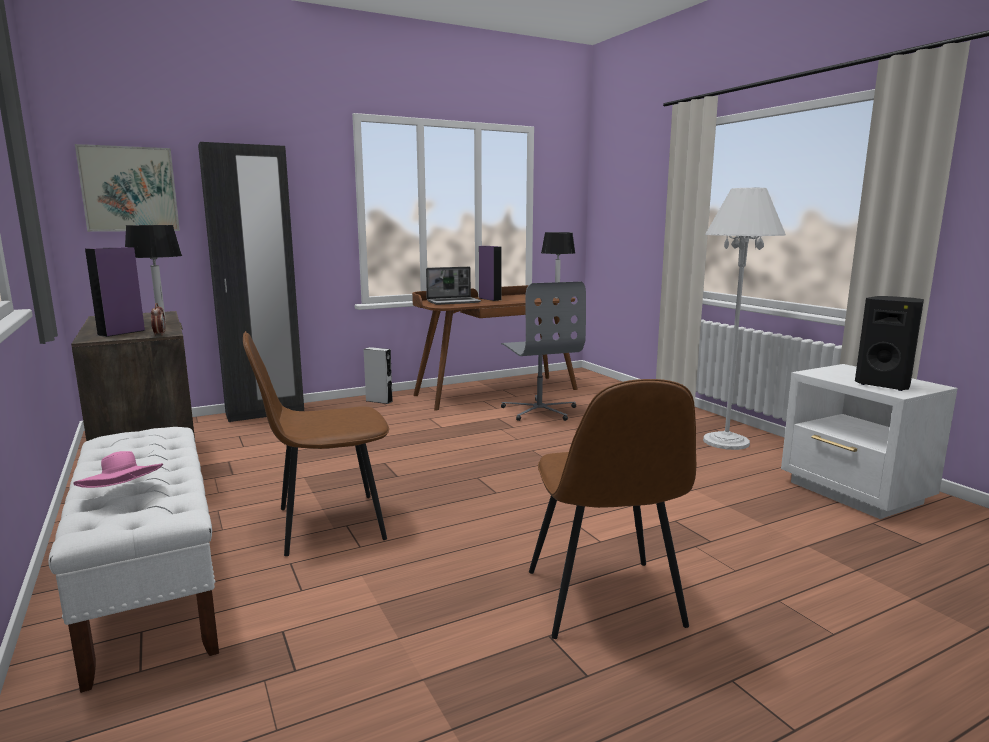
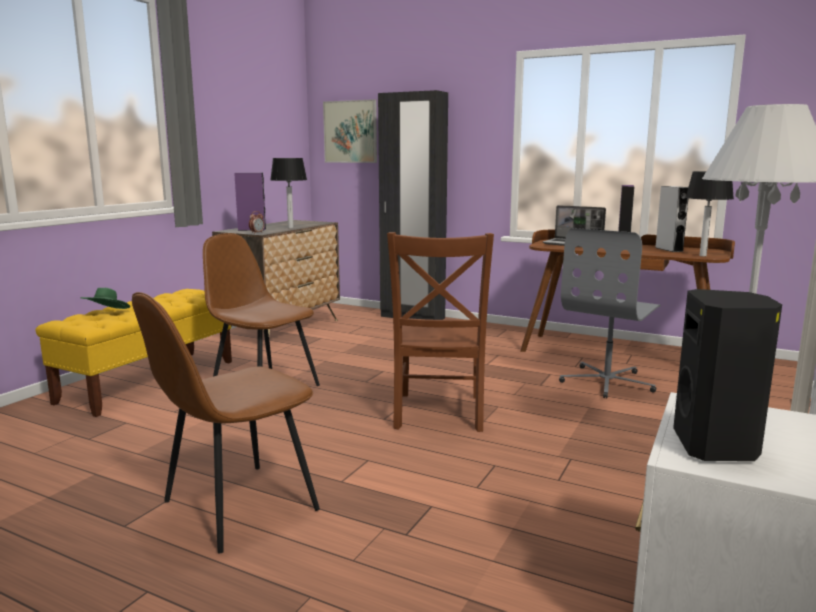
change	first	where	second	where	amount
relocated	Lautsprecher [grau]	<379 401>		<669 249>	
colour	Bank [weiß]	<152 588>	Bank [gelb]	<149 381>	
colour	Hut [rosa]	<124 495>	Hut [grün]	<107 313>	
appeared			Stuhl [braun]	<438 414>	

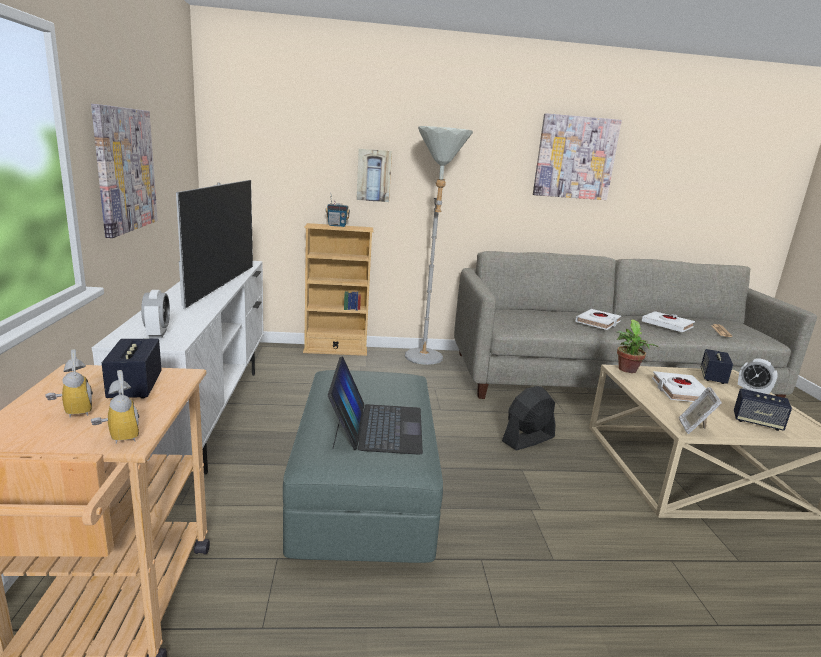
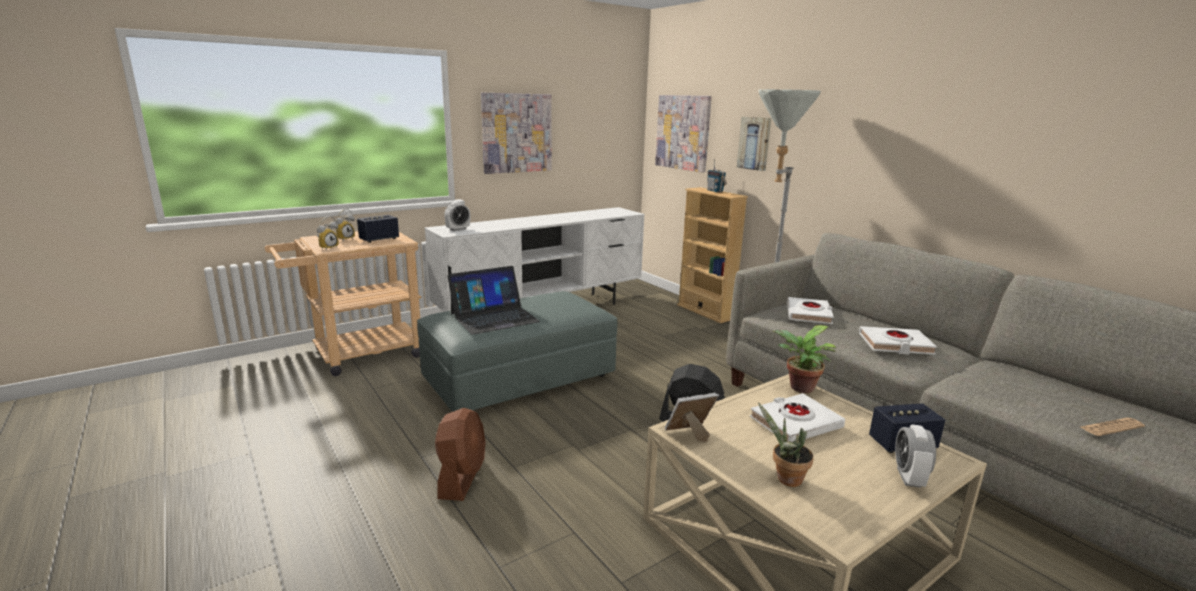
change	first	where	second	where	amount
relocated	Bild	<575 157>		<683 132>	
missing	Fernseher	<221 285>			
relocated	Buch [weiß]	<667 325>		<809 314>	
exchanged	Lautsprecher	<757 422>	Topfpflanze	<785 479>	
appeared			Ventilator [braun]	<462 477>	

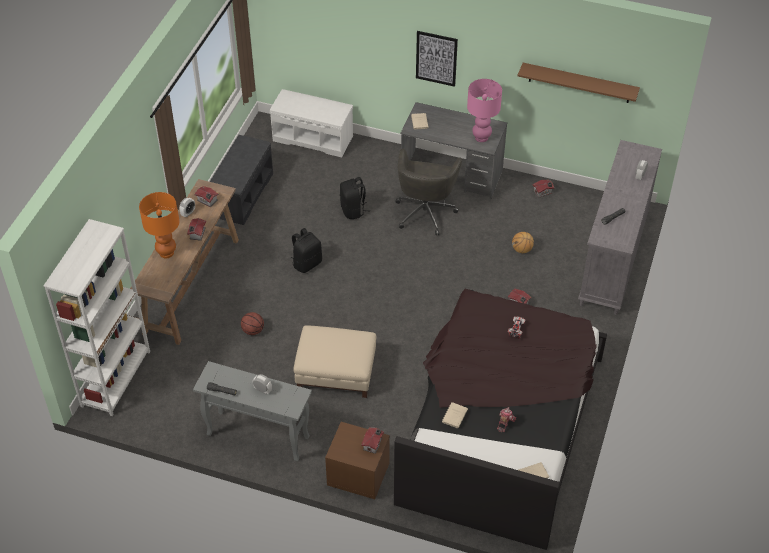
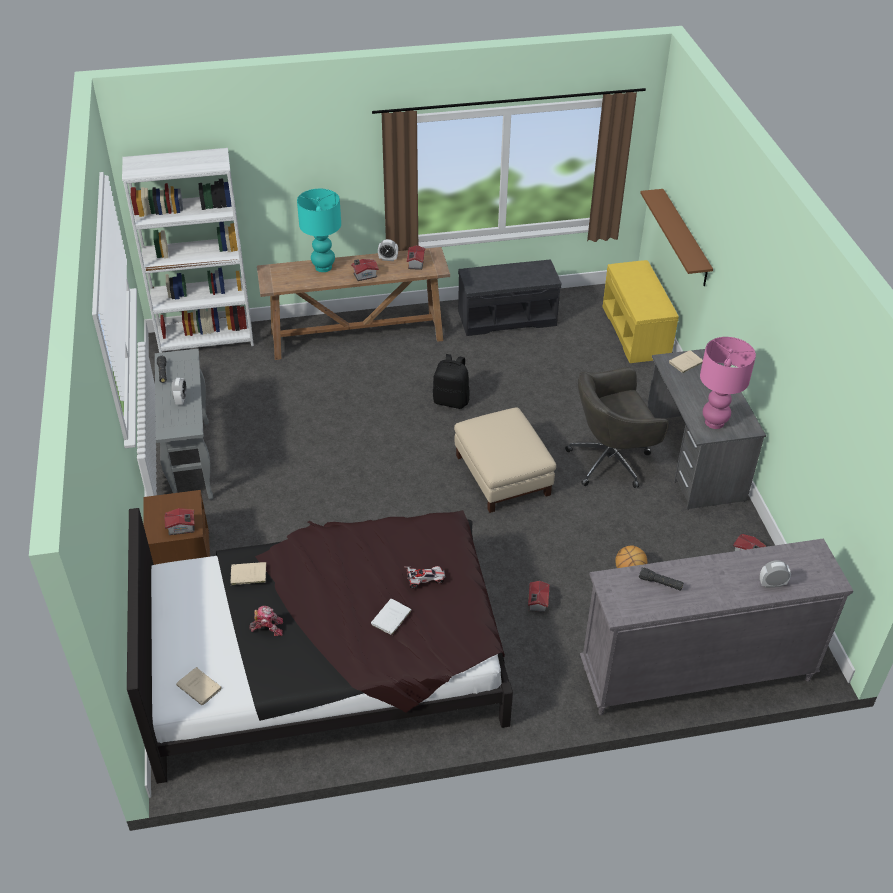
change	first	where	second	where	amount
missing	Bild	<436 58>			
relocated	Wandregal [braun]	<579 83>		<685 238>	
colour	Bank [weiß]	<313 138>	Bank [gelb]	<637 332>	
missing	Rucksack [schwarz]	<353 210>			
colour	Tischlampe [orange]	<166 253>	Tischlampe [türkis]	<323 267>	
missing	Basketball	<253 330>			
relocated	Polsterhocker [beige]	<336 372>		<503 475>	
appeared			Buch [weiß]	<390 618>	

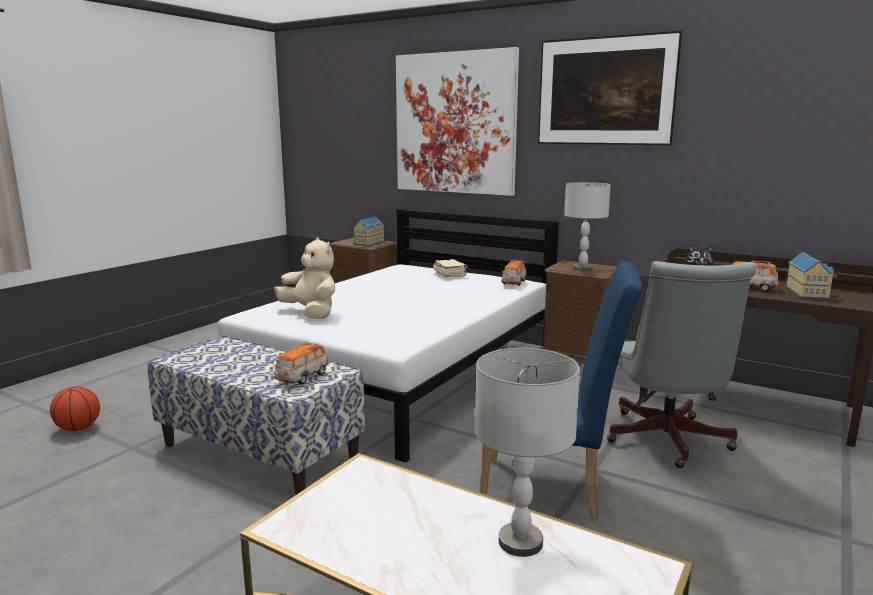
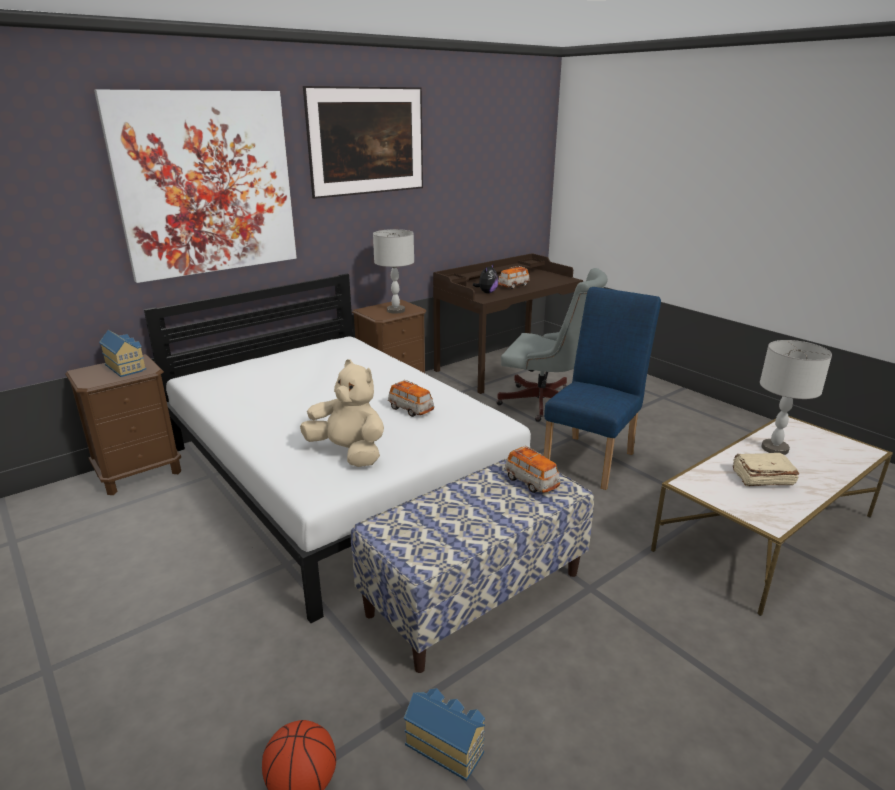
change	first	where	second	where	amount
spun	Plüschtier [beige]	<311 313>		<349 452>	60 degrees clockwise
relocated	Spielzeughaus	<808 292>		<446 744>	
relocated	Buch [beige]	<450 275>		<761 478>	
relocated	Spielzeugauto	<513 283>		<411 410>	

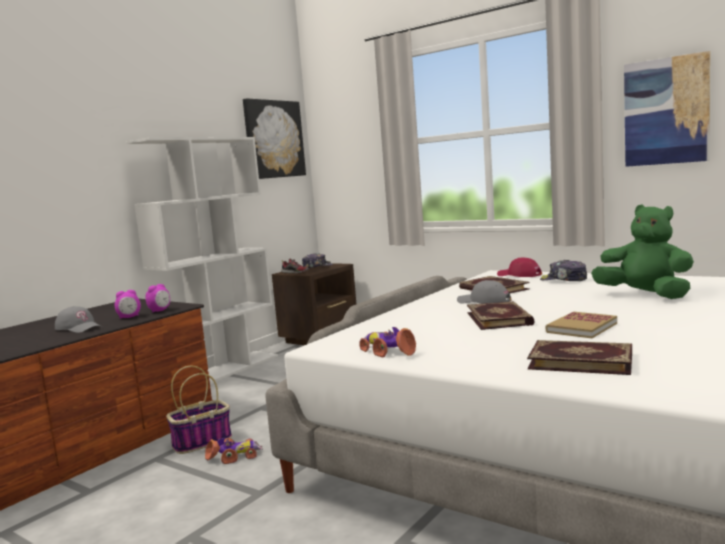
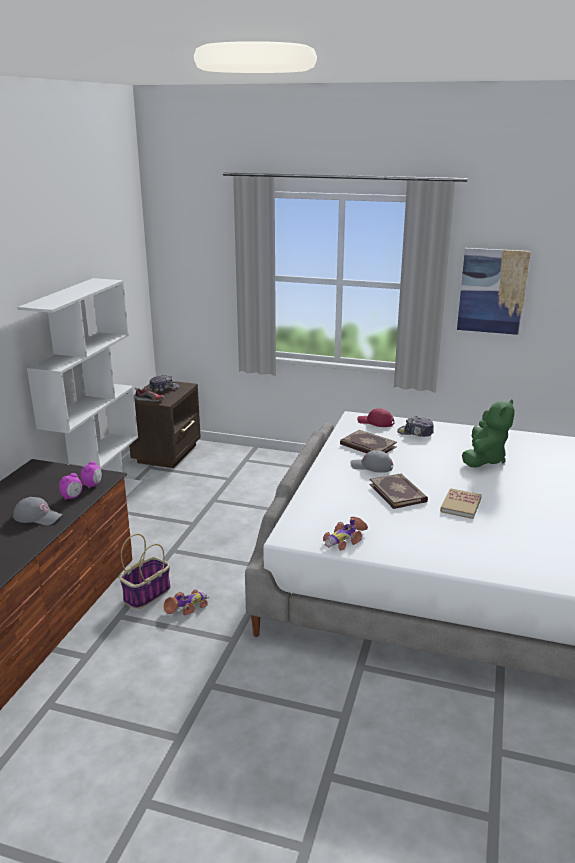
change	first	where	second	where	amount
missing	Bild	<274 139>			
spun	Plüschtier [grün]	<645 295>		<484 459>	90 degrees clockwise
spun	Spielzeugauto	<388 351>		<344 540>	75 degrees counterclockwise
missing	Buch	<581 360>			

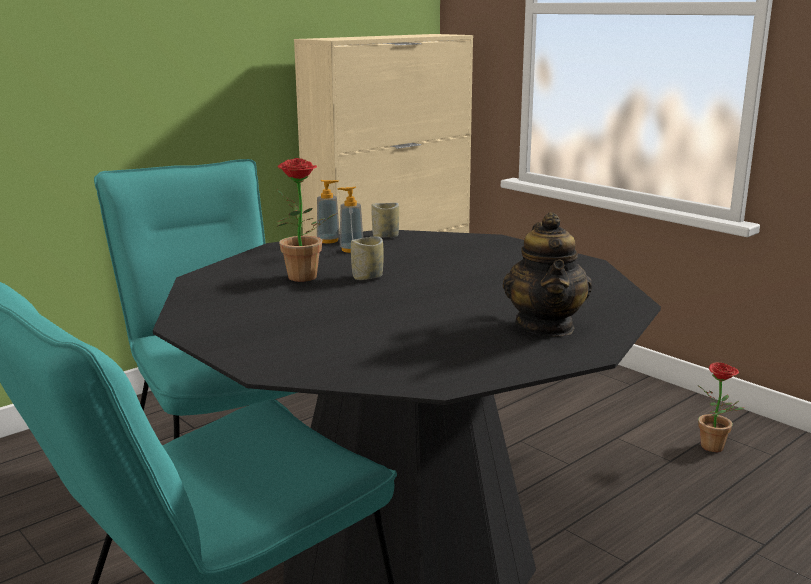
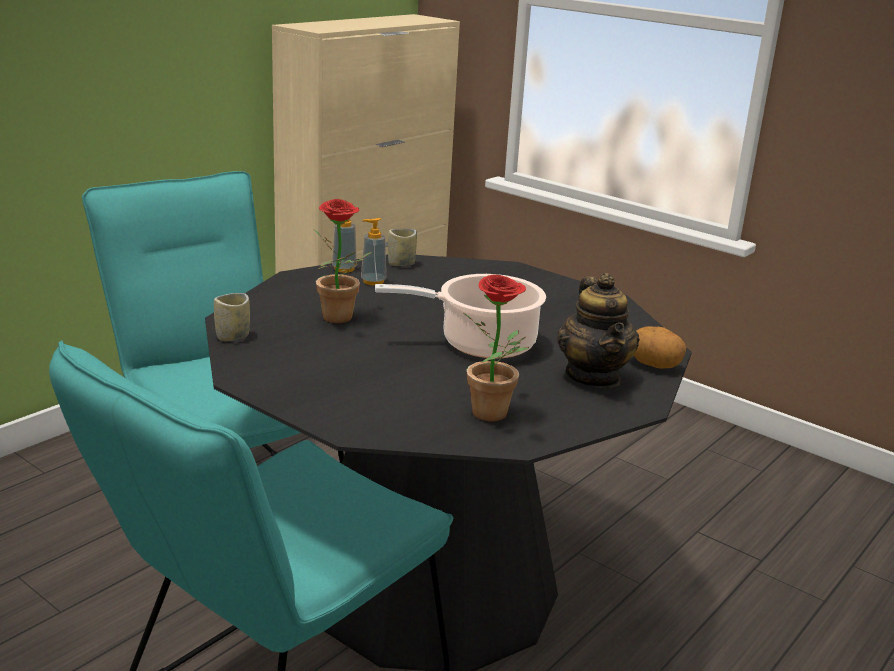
change	first	where	second	where	amount
relocated	Tasse	<367 277>		<232 336>	
relocated	Topfpflanze	<716 448>		<495 416>	
appeared			Kochtopf	<481 343>	
appeared			Kartoffel	<654 365>	

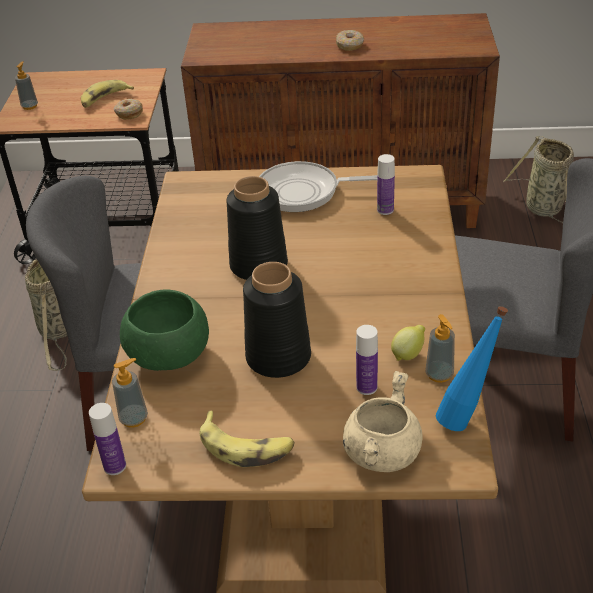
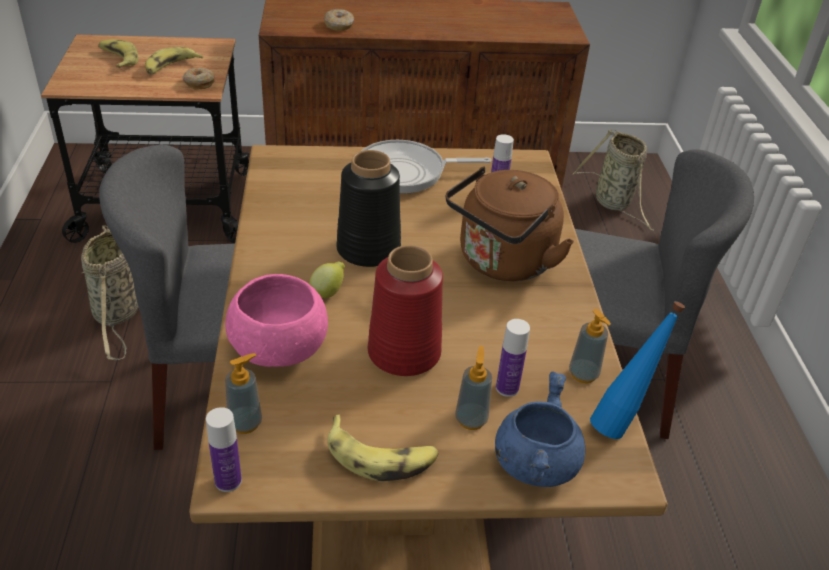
change	first	where	second	where	amount
relocated	Donut	<350 45>		<339 25>	
relocated	Seifenspender	<30 106>		<471 419>	
colour	Vase [schwarz]	<278 356>	Vase [rot]	<404 352>	
colour	Schüssel [grün]	<169 355>	Schüssel [rosa]	<279 349>	
relocated	Zitrone	<408 354>		<328 292>	
colour	Kochtopf [beige]	<381 452>	Kochtopf [blau]	<534 462>	
appeared			Banane	<118 59>	
appeared			Wasserkessel [braun]	<502 263>	

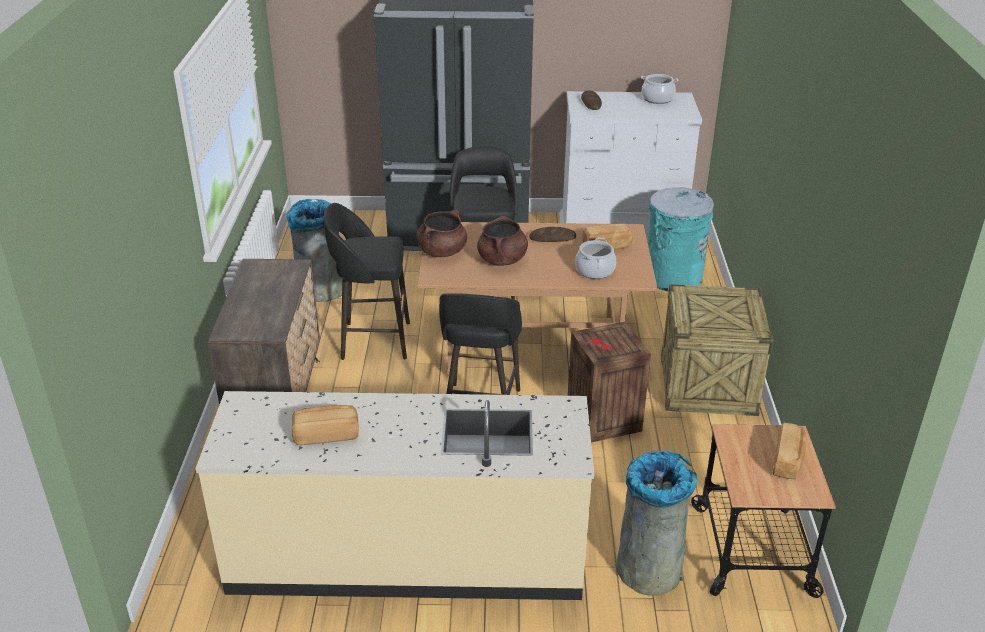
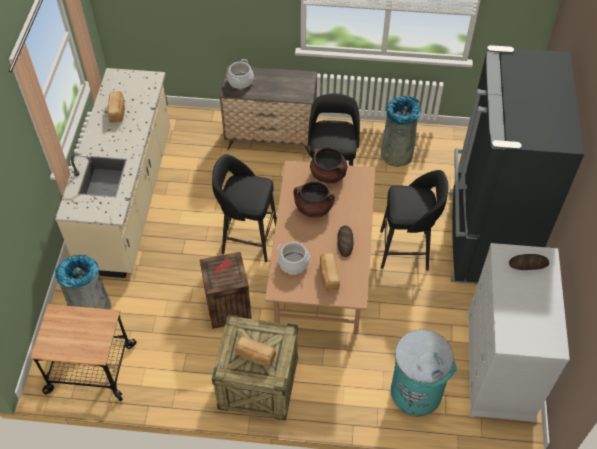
change	first	where	second	where	amount
relocated	Kochtopf	<657 99>		<240 81>	
relocated	Brot	<788 461>		<255 356>	

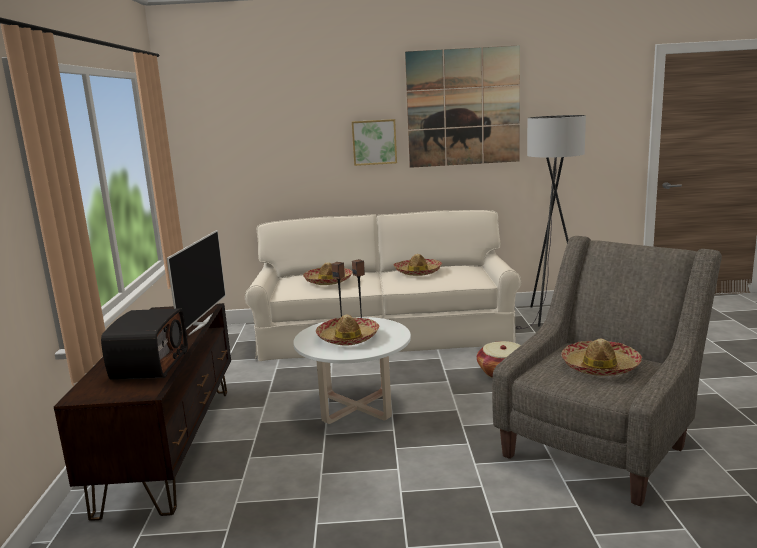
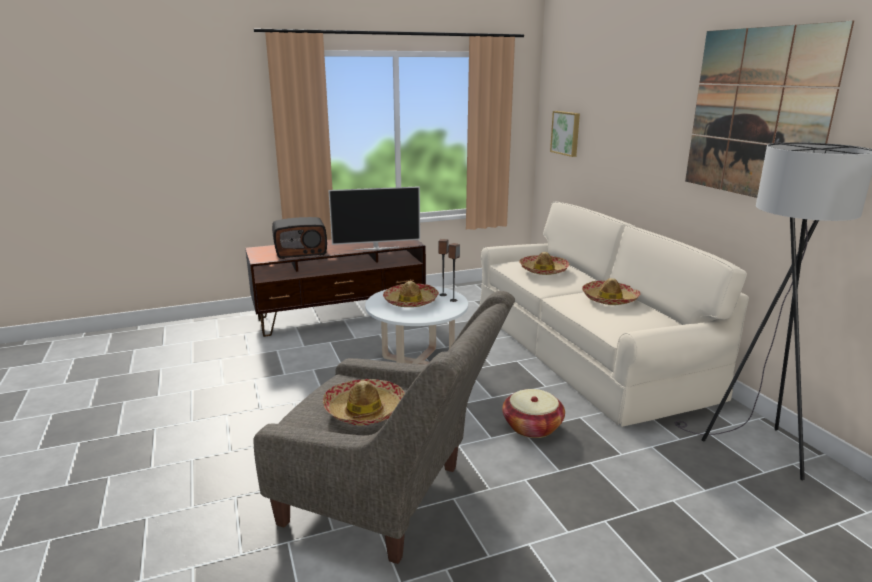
change	first	where	second	where	amount
relocated	Bild	<374 142>		<566 133>	

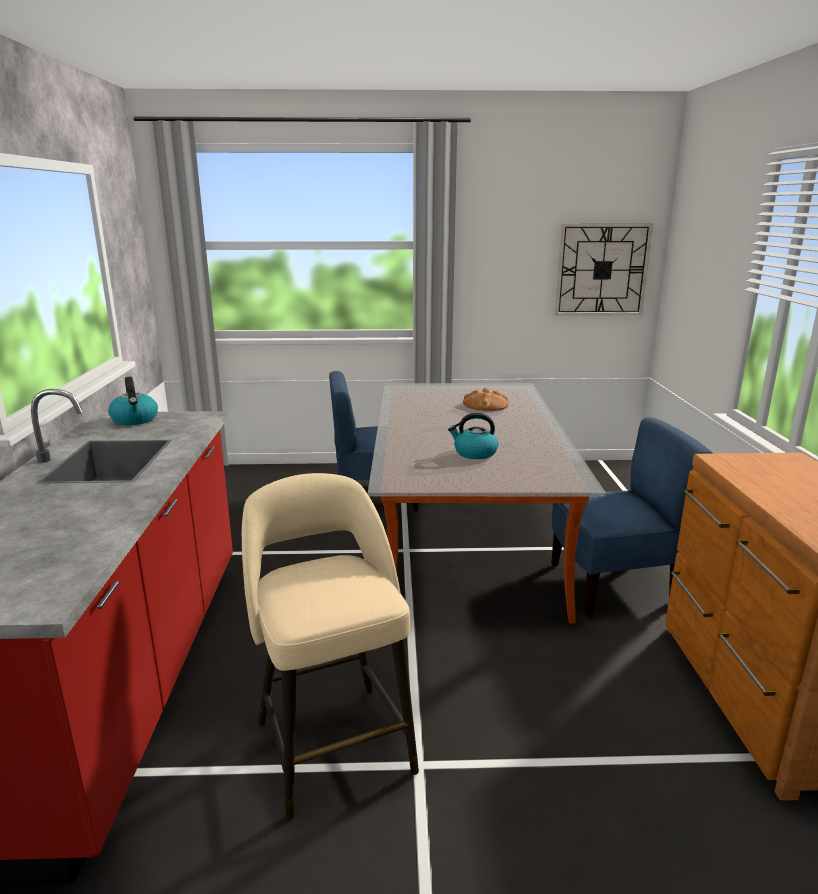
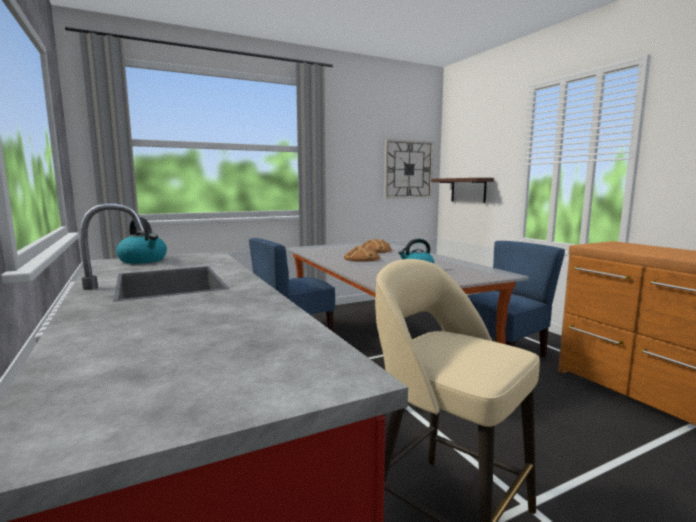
change	first	where	second	where	amount
appeared			Wandregal	<468 190>	
appeared			Brot	<361 258>	

